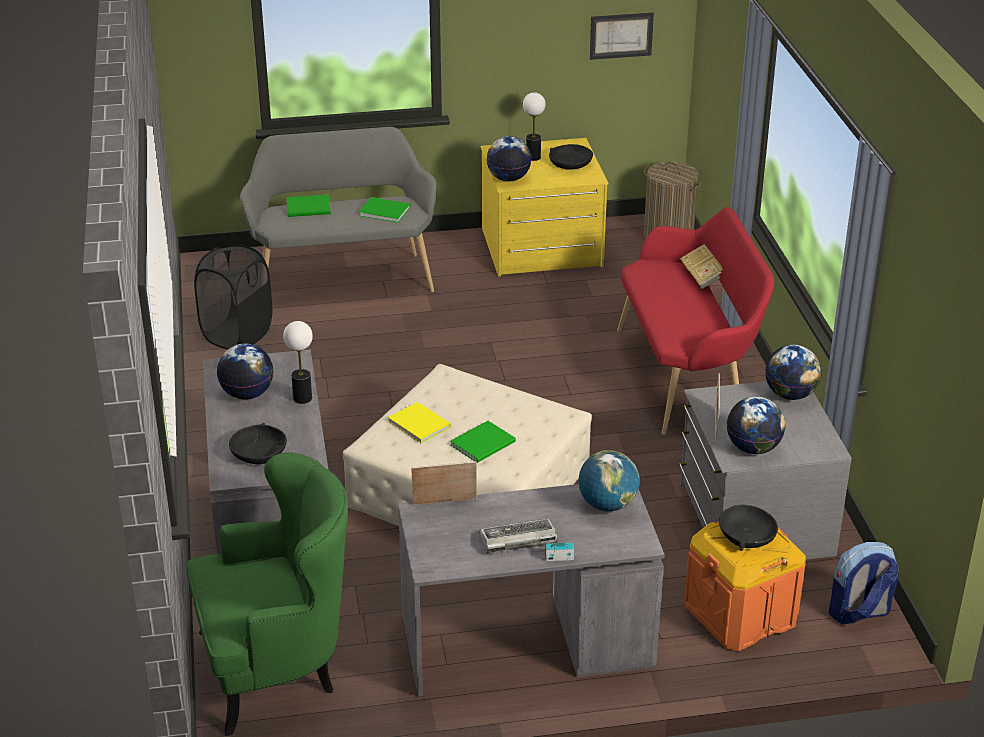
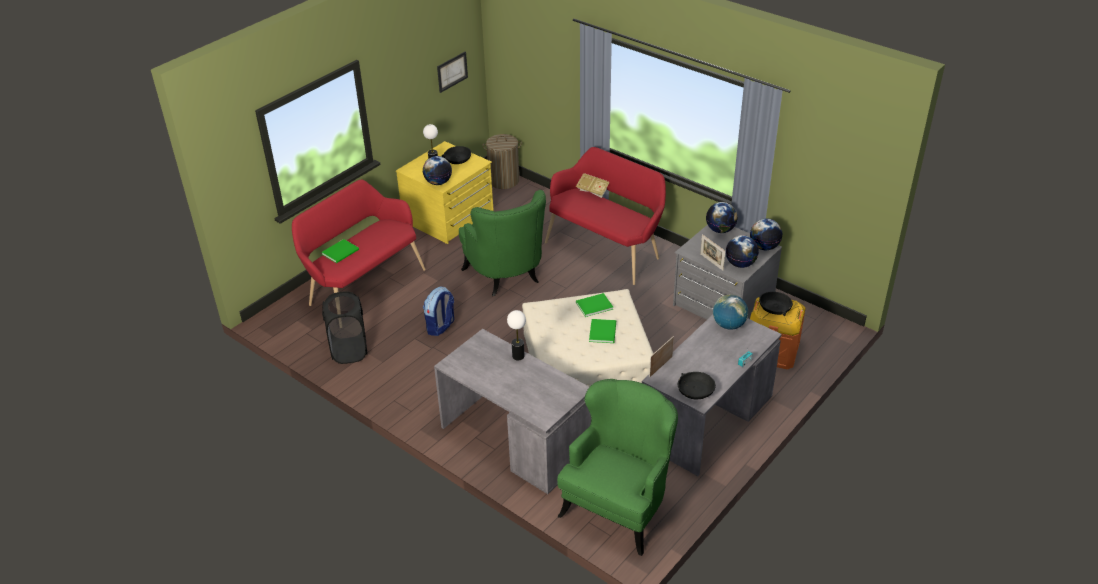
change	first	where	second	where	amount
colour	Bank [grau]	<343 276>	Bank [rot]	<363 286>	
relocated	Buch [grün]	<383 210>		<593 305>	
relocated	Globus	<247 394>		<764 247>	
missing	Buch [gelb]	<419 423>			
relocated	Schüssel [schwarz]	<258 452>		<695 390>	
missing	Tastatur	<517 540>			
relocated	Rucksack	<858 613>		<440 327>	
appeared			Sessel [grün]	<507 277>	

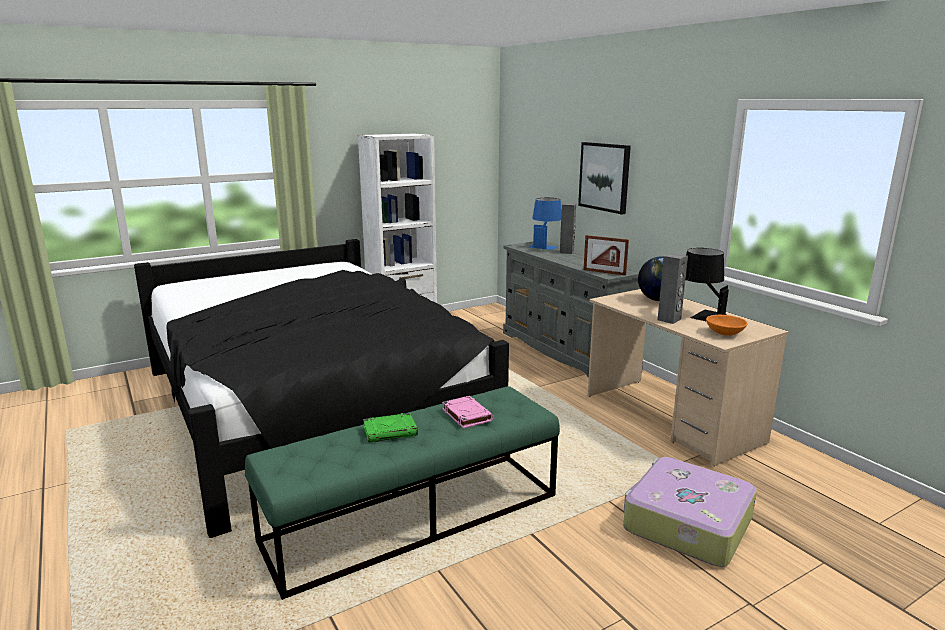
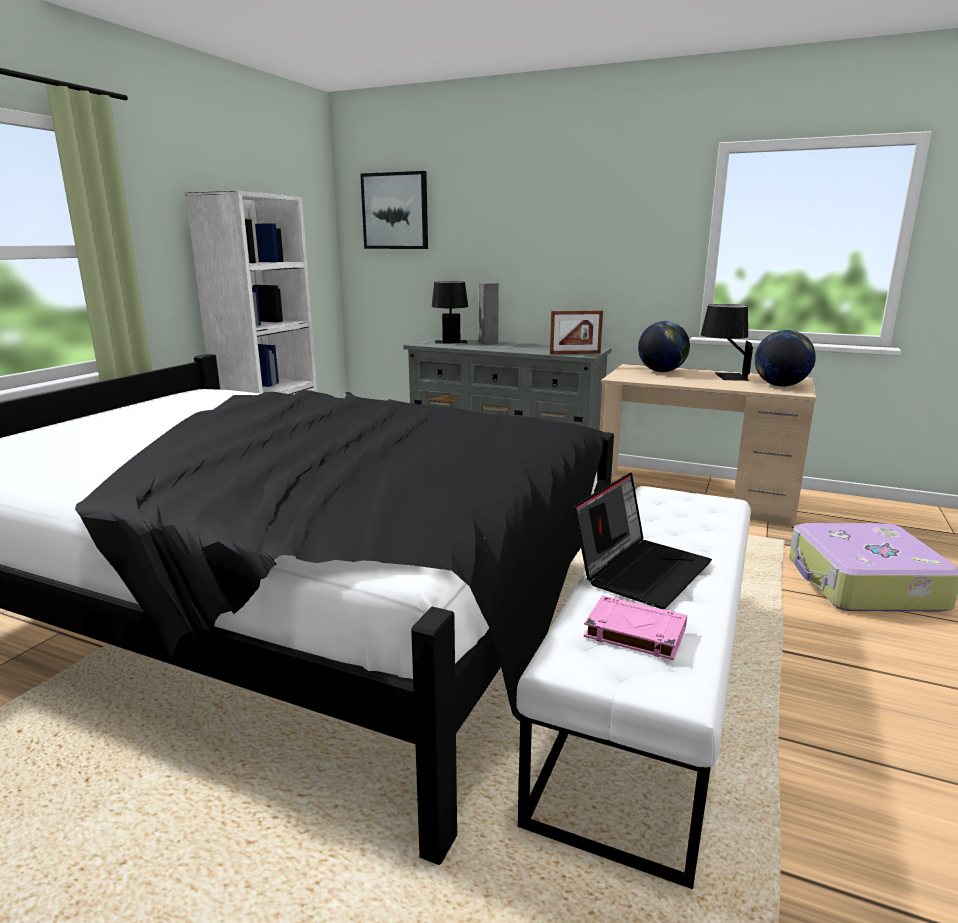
change	first	where	second	where	amount
relocated	Bild	<604 177>		<395 211>	
colour	Tischlampe [blau]	<545 245>	Tischlampe [schwarz]	<450 340>	
missing	Lautsprecher [grau]	<669 319>			
exchanged	Schüssel [orange]	<725 333>	Globus	<780 386>	
colour	Bank [grün]	<414 518>	Bank [weiß]	<651 688>	
relocated	Buch [rosa]	<466 415>		<634 632>	
exchanged	Buch [grün]	<390 431>	Laptop	<641 570>	

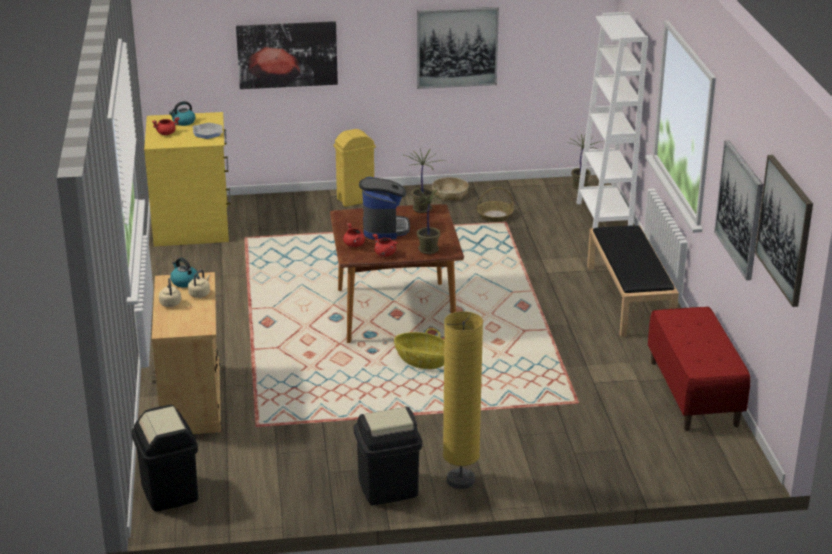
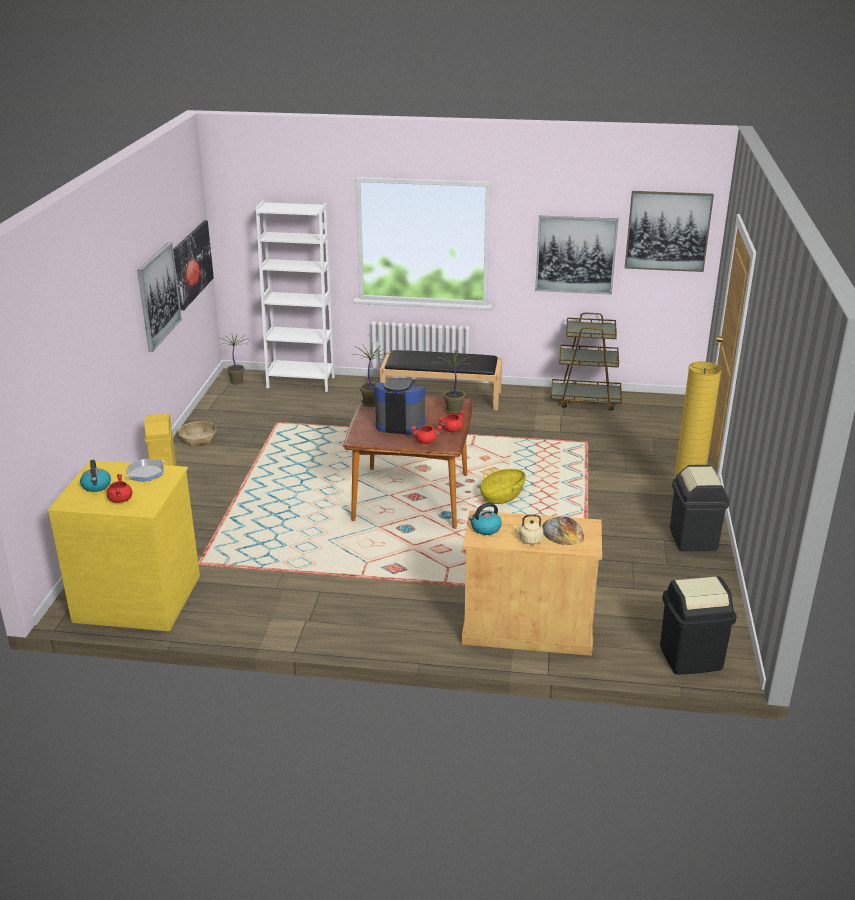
change	first	where	second	where	amount
relocated	Bild	<287 54>		<192 264>	
missing	Korb	<495 216>			
missing	Wasserkessel [beige]	<200 294>			
exchanged	Bank [rot]	<694 393>	Rollwagen [braun]	<585 400>	
appeared			Brot	<562 532>	

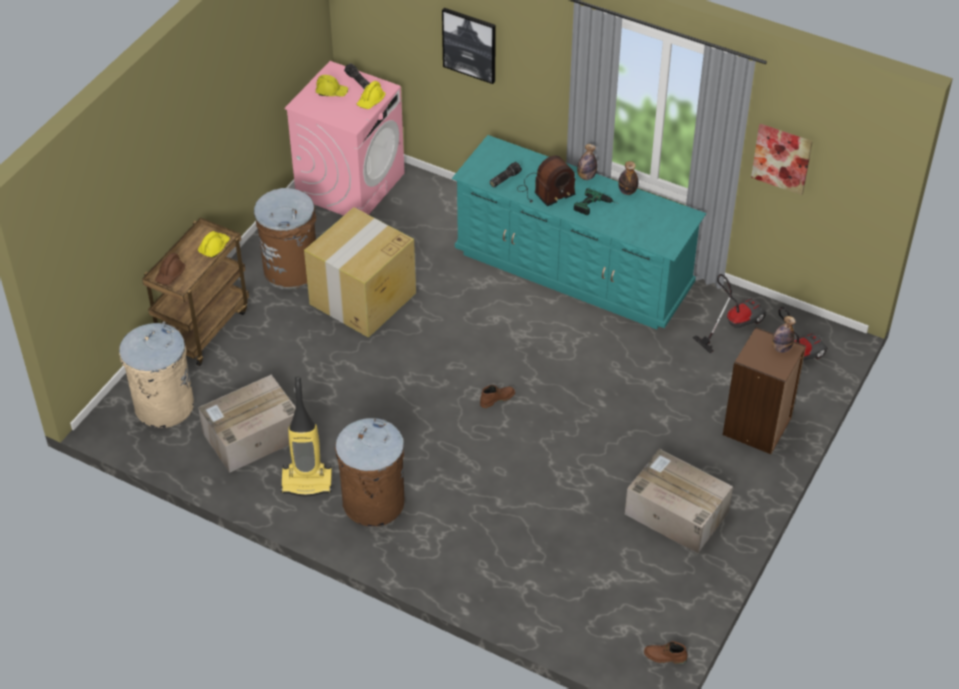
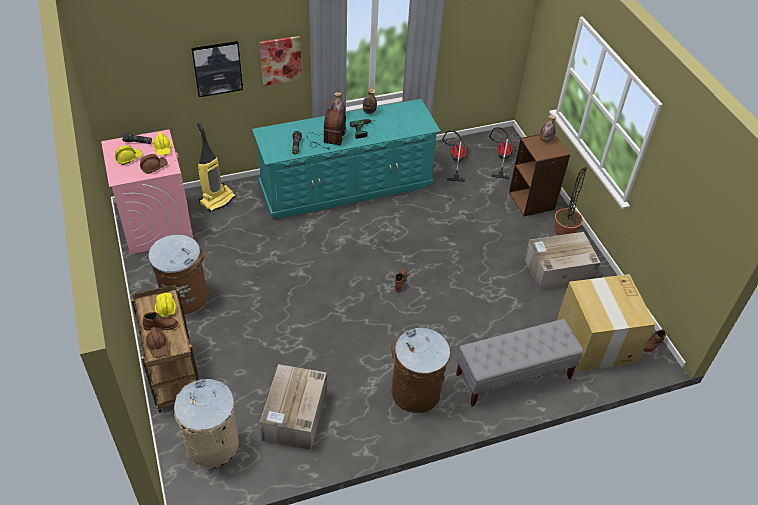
change	first	where	second	where	amount
relocated	Bild	<782 158>		<280 60>	
relocated	Karton	<362 299>		<596 342>	
relocated	Staubsauger	<307 481>		<217 199>	
appeared			Schutzhelm [braun]	<154 167>	
appeared			Topfpflanze	<564 232>	
appeared			Stiefel [braun]	<161 325>	
appeared			Bank [grau]	<513 376>	

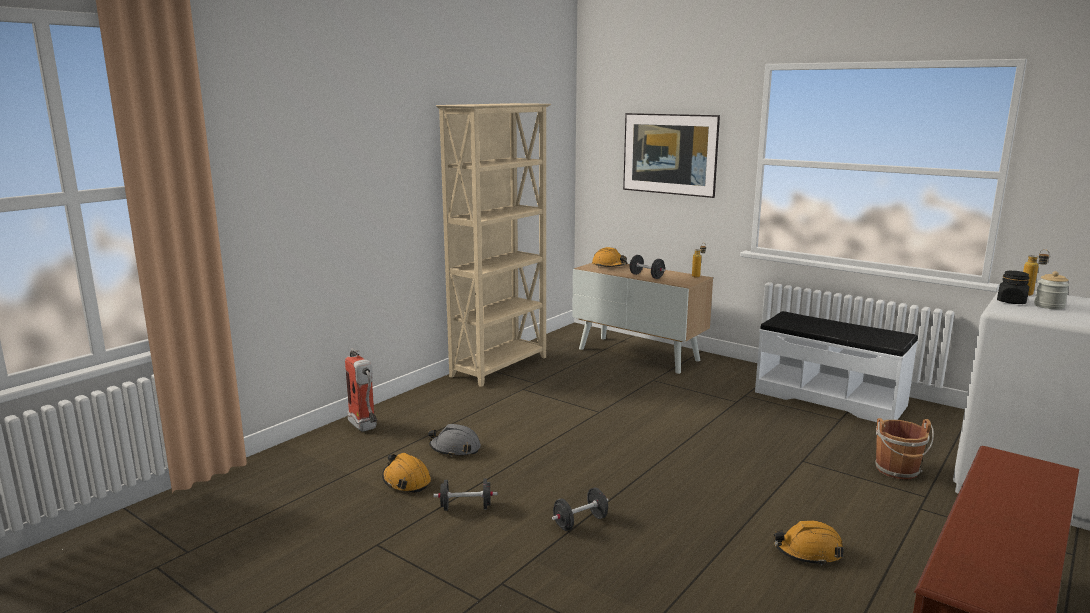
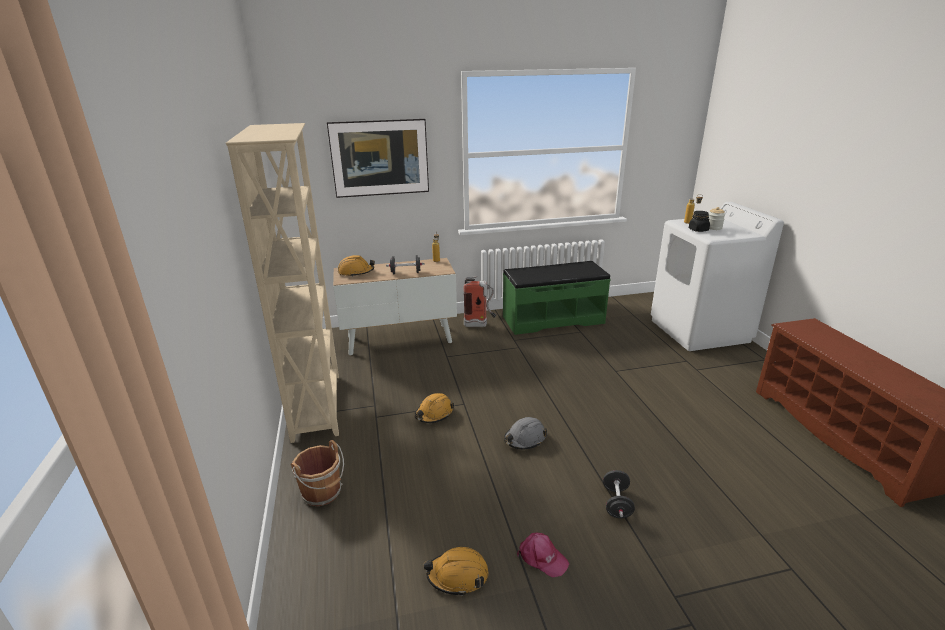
change	first	where	second	where	amount
colour	Bank [weiß]	<830 398>	Bank [grün]	<552 319>	
relocated	Feuerlöscher	<365 428>		<480 325>	
relocated	Eimer [braun]	<898 470>		<323 493>	
relocated	Schutzhelm [grau]	<455 449>		<525 439>	
exchanged	Hantel [schwarz]	<466 507>	Kappe [rosa]	<542 557>	
relocated	Schutzhelm [orange]	<808 552>		<434 414>	

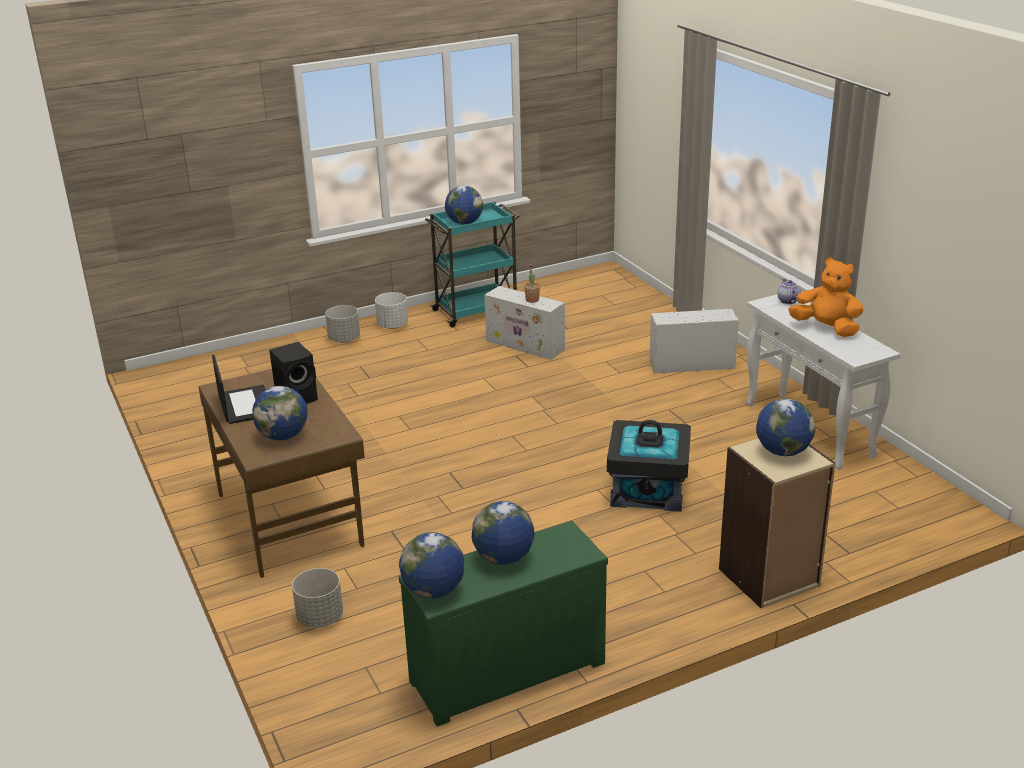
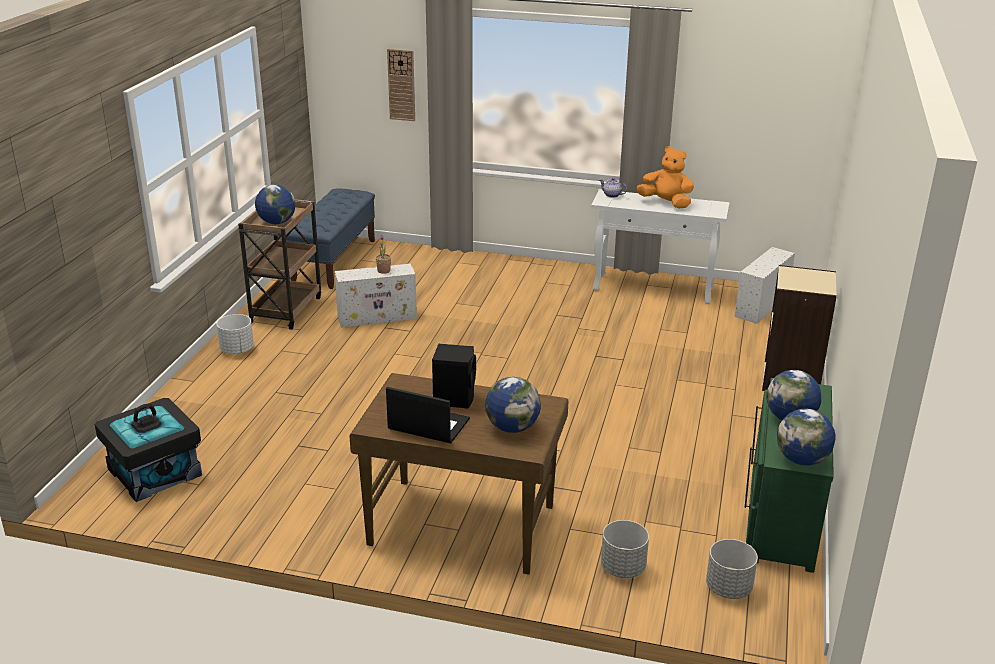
change	first	where	second	where	amount
colour	Rollwagen [türkis]	<476 311>	Rollwagen [braun]	<286 309>	
spun	Plüschtier [orange]	<826 328>		<666 203>	45 degrees clockwise
relocated	Pflanzkübel [grau]	<344 339>		<728 588>	
relocated	Aufbewahrungsbox [weiß]	<690 365>		<761 306>	
missing	Globus	<782 452>			
relocated	Aufbewahrungsbox [schwarz]	<648 489>		<154 472>	
appeared			Wanduhr	<401 85>	
appeared			Bank [blau]	<334 261>	

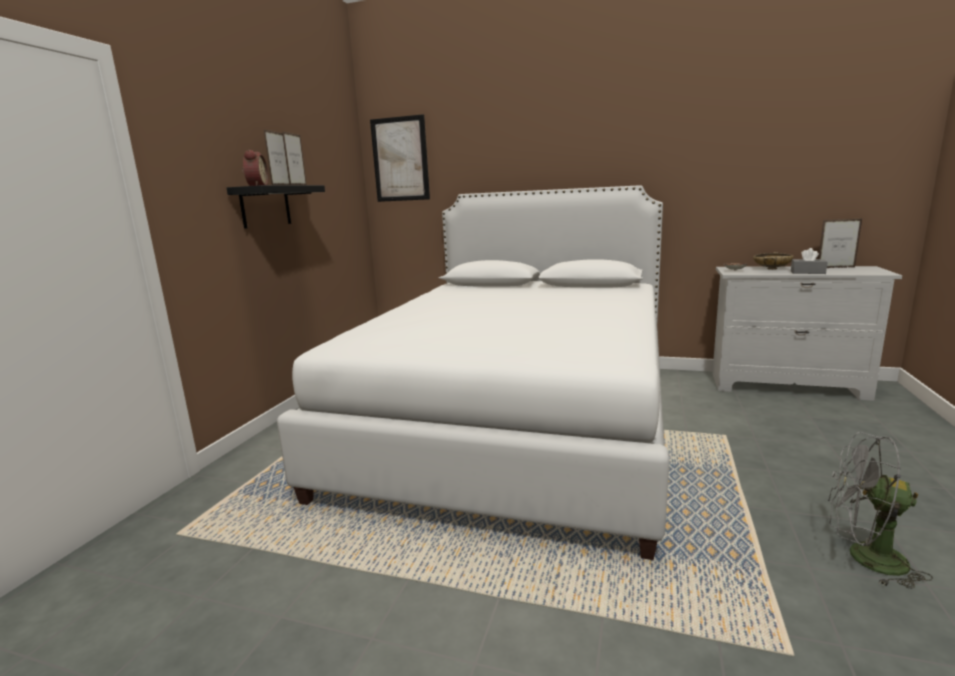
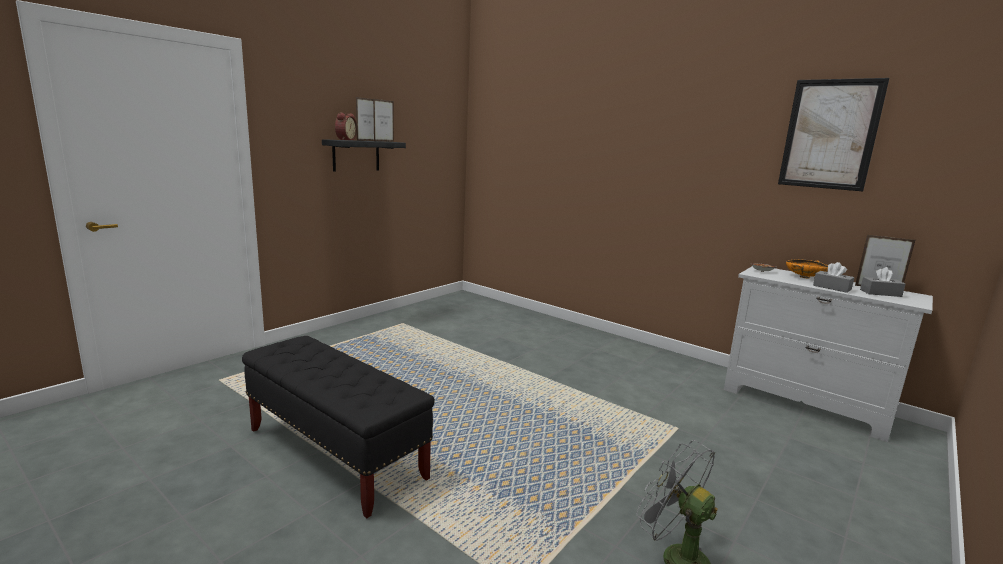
change	first	where	second	where	amount
relocated	Bild	<400 159>		<830 134>	
missing	Bett [weiß]	<516 421>			
colour	Schüssel [beige]	<771 269>	Schüssel [orange]	<804 277>	
appeared			Taschentuchbox [grau]	<880 293>	
appeared			Bank [schwarz]	<335 454>	

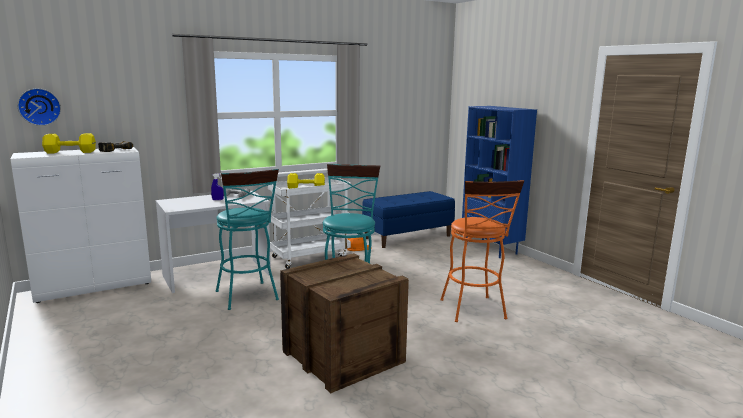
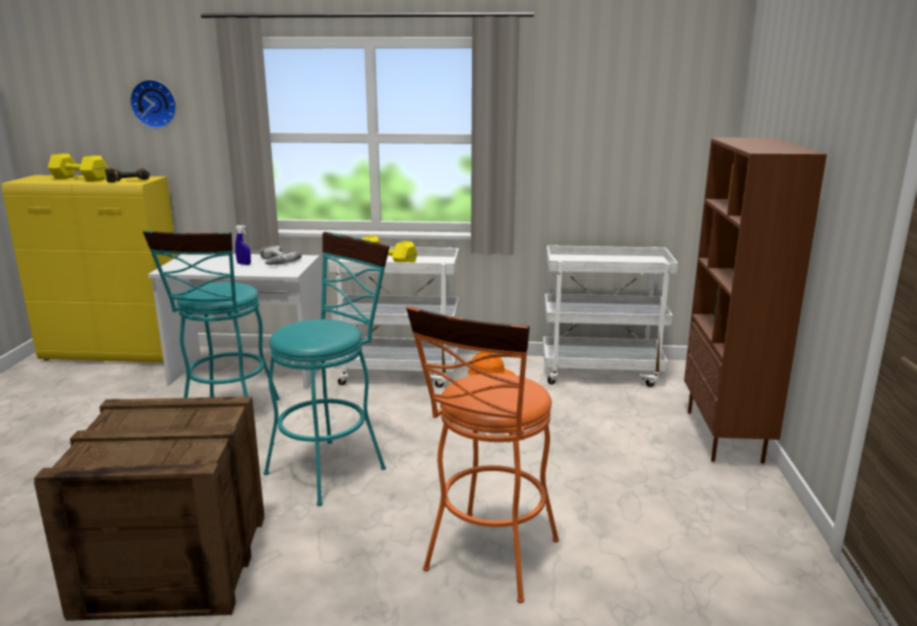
change	first	where	second	where	amount
relocated	Wanduhr	<39 107>		<155 103>	
colour	Bücherregal [blau]	<491 249>	Bücherregal [braun]	<725 436>	
colour	Schrank [weiß]	<95 287>	Schrank [gelb]	<116 354>	
exchanged	Bank [blau]	<408 237>	Rollwagen [weiß]	<601 372>	

